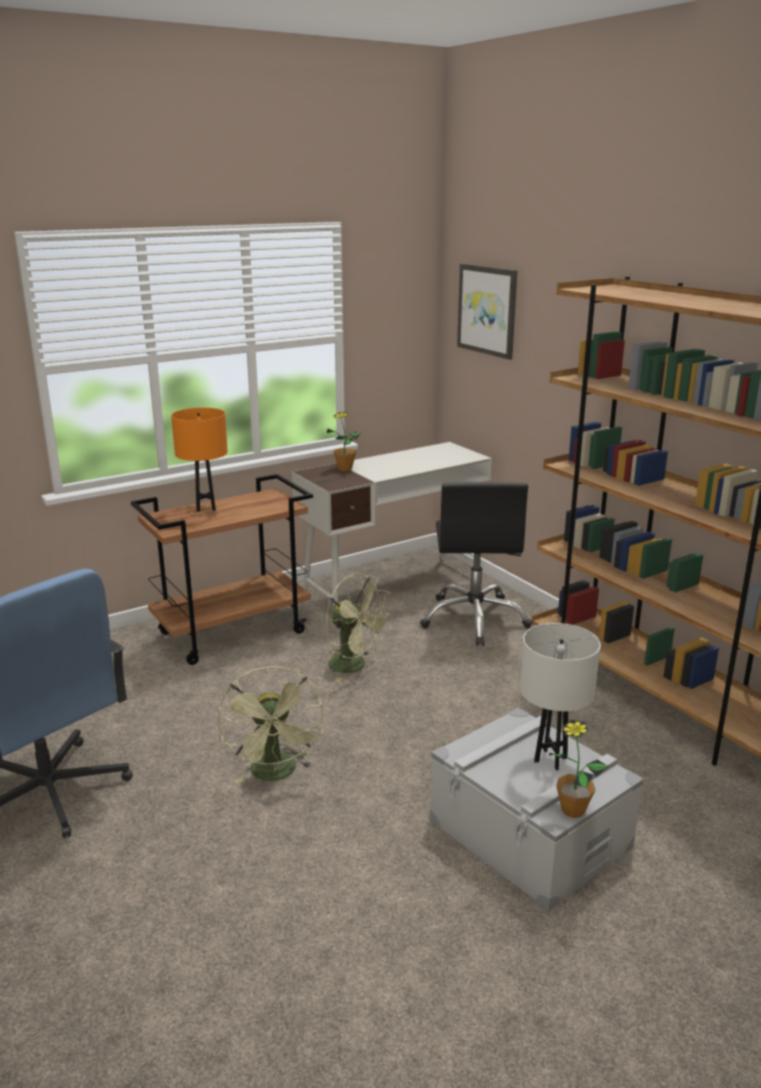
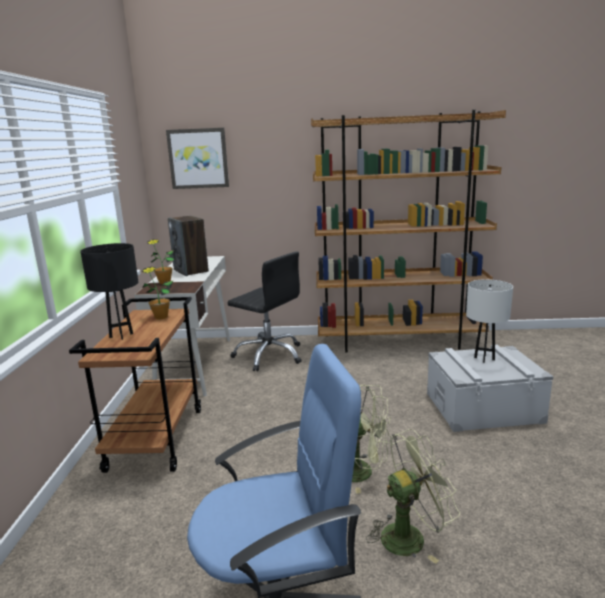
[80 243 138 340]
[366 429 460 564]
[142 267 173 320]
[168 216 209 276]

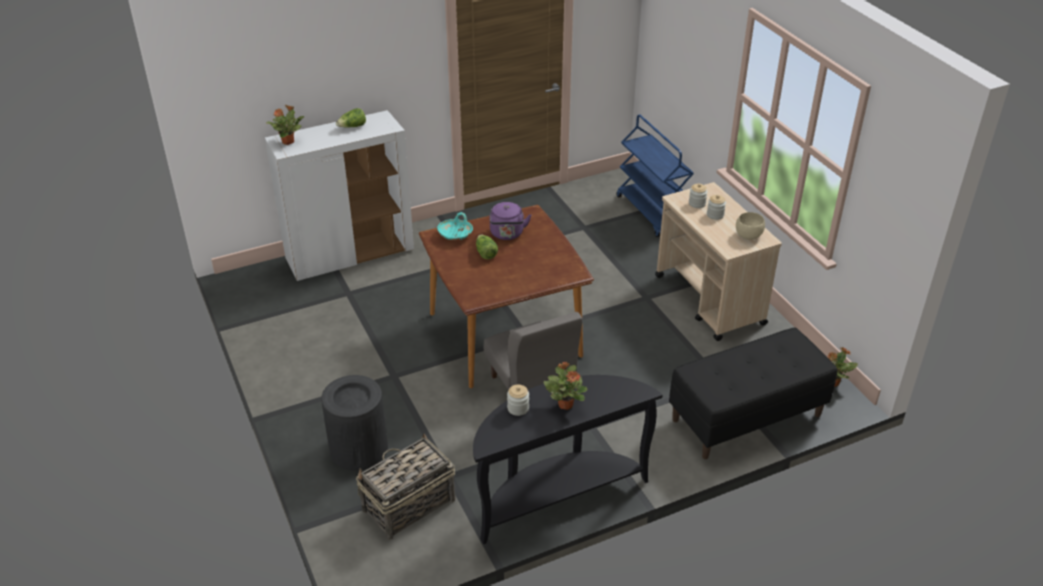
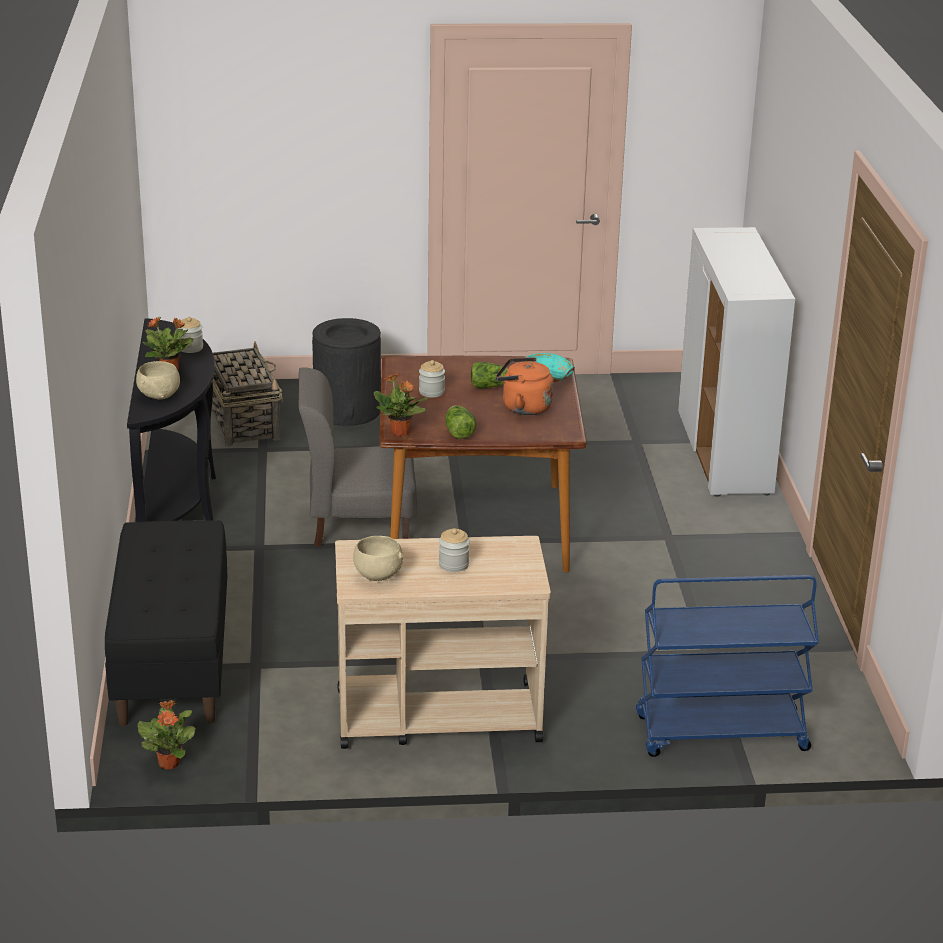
[374 373 428 437]
[445 405 476 439]
[419 360 445 398]
[496 357 553 415]
[136 361 180 399]

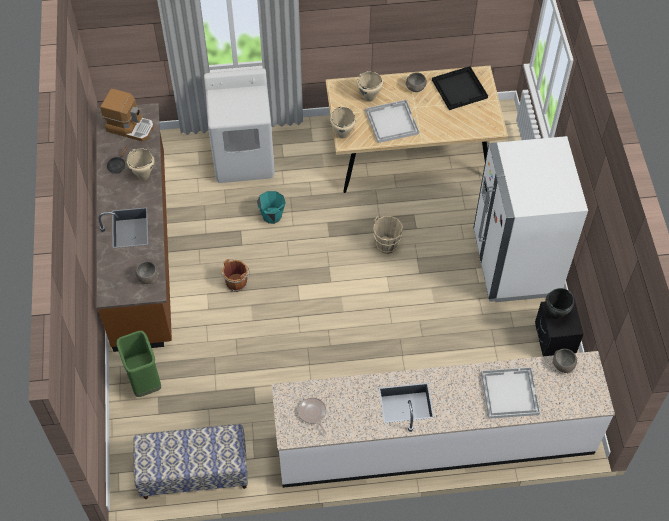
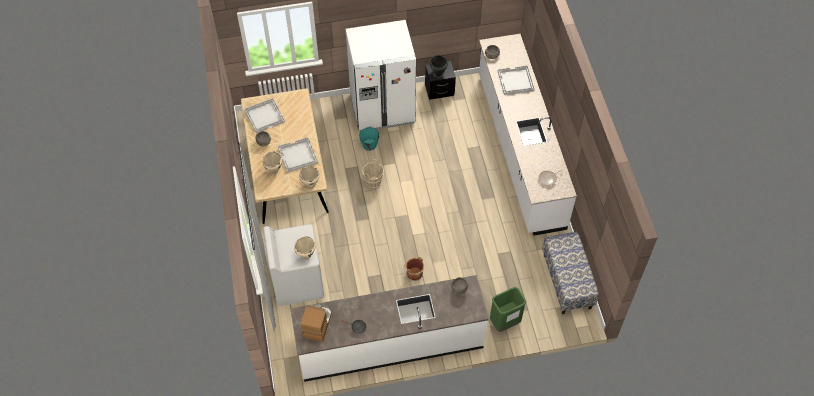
[244 98 285 133]
[290 275 489 382]
[294 236 316 260]
[359 127 379 151]

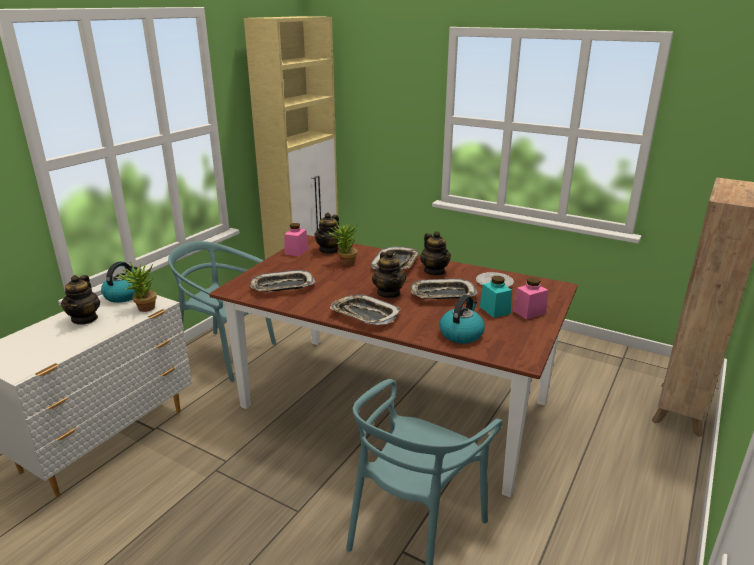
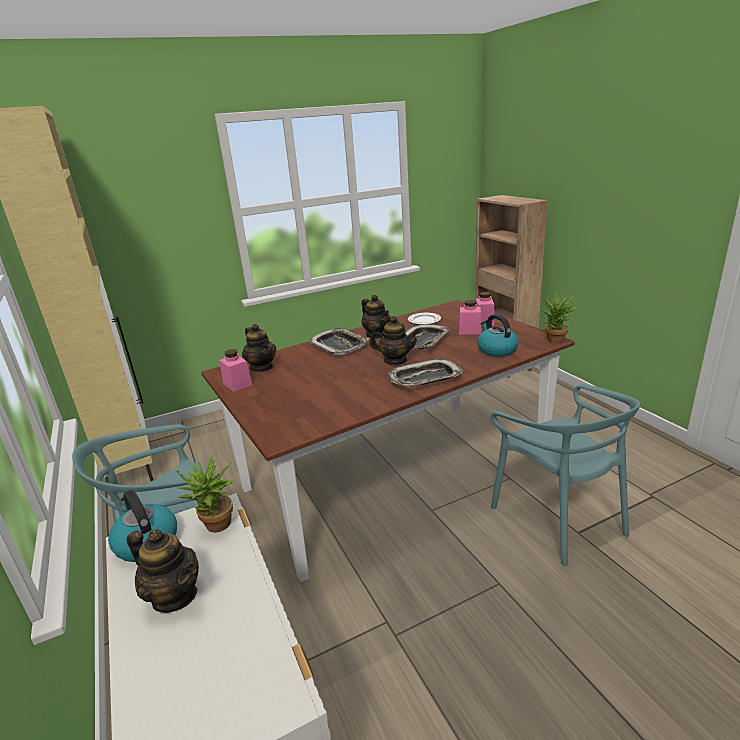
[541 294 579 343]
[362 295 390 338]
[250 270 315 292] (first image)
[459 300 481 335]

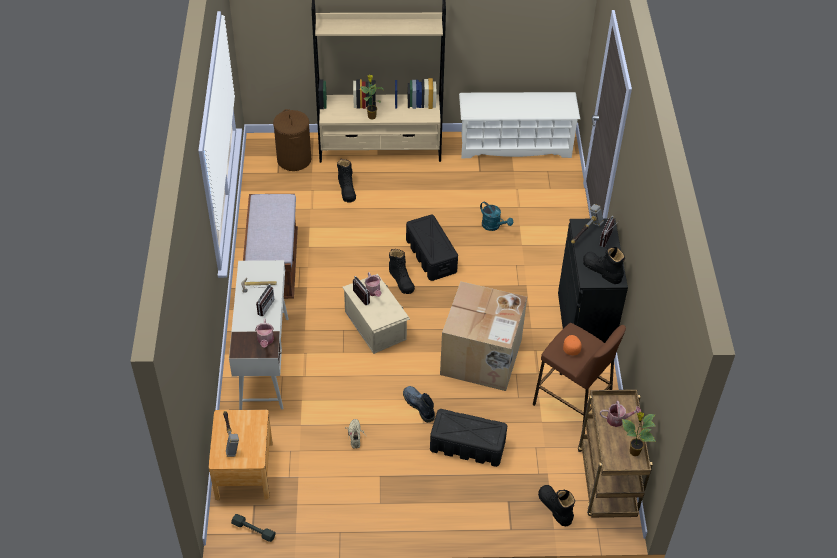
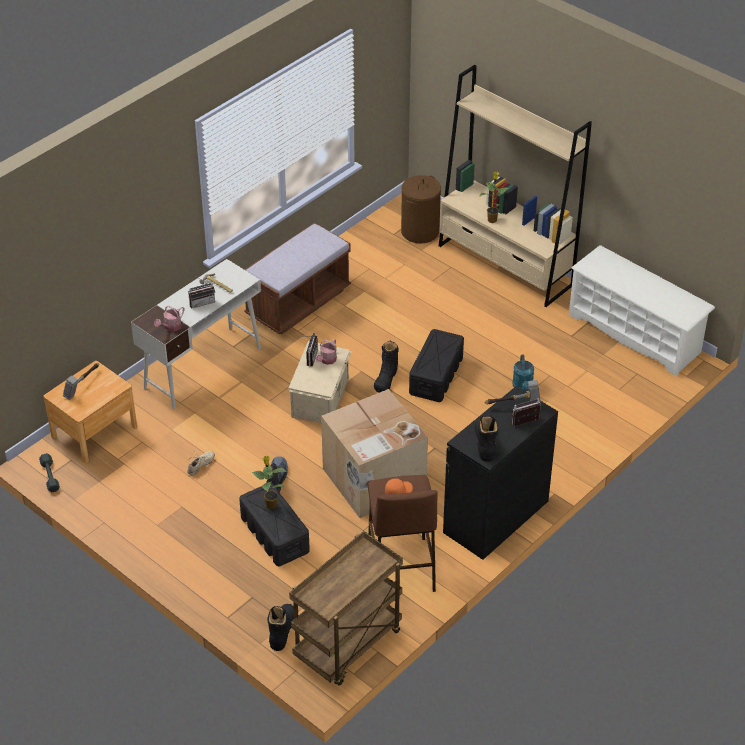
[337 159 356 203] (first image)
[600 401 641 427] (first image)
[252 456 287 509]

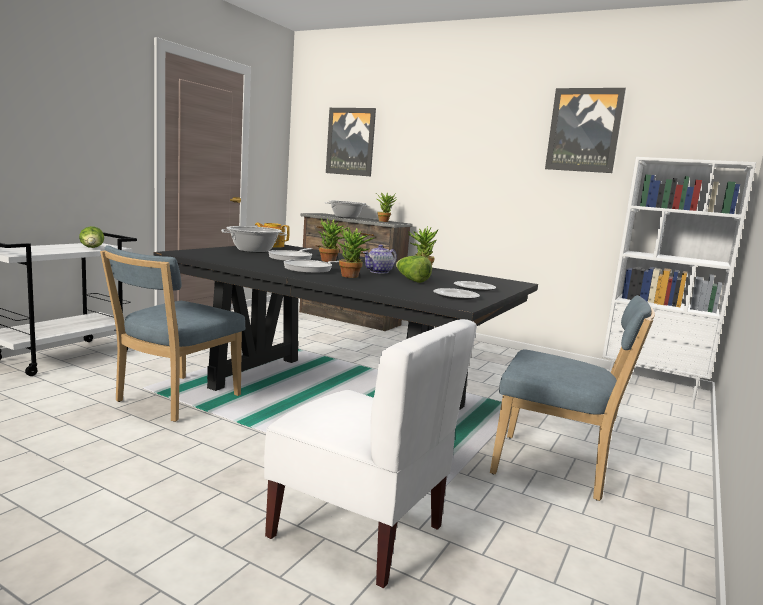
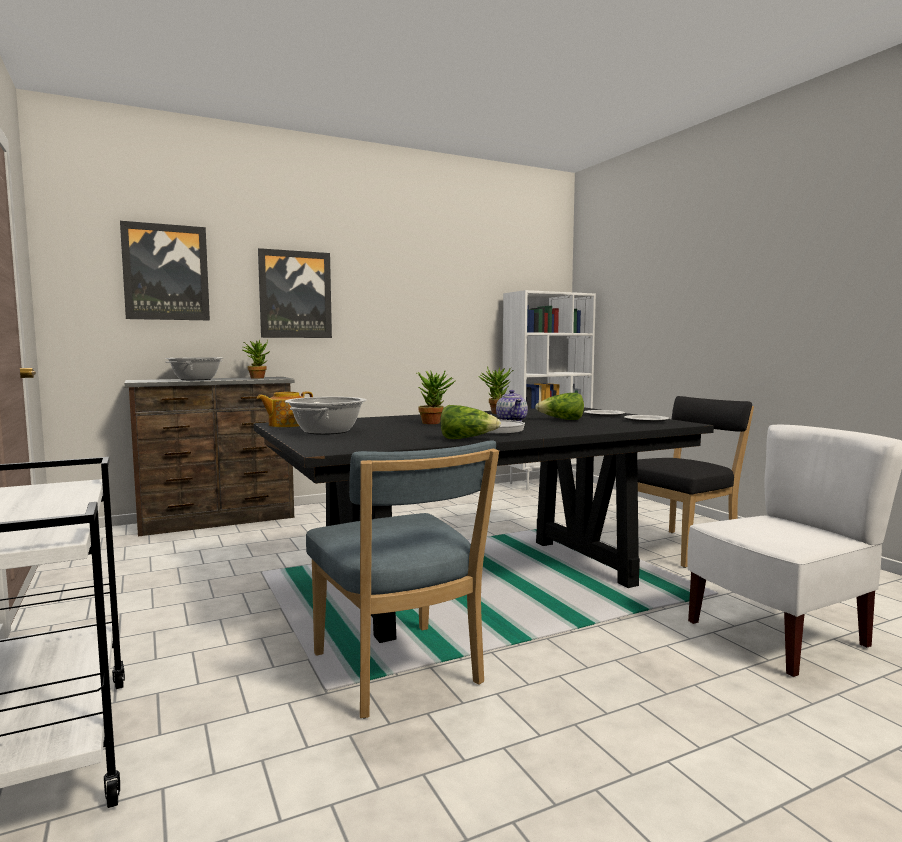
[258 248 332 338]
[440 405 501 439]
[337 227 375 278] (first image)
[268 248 312 261] (first image)
[637 396 754 568]

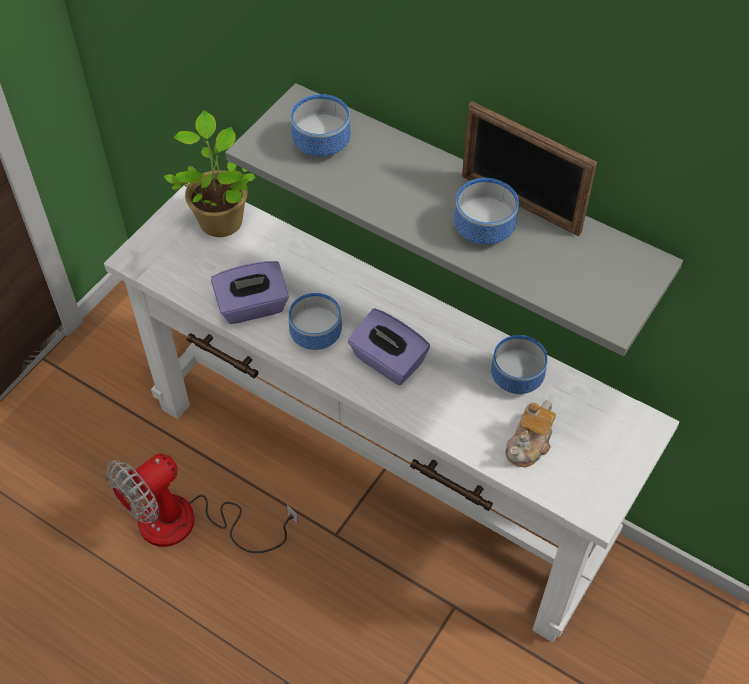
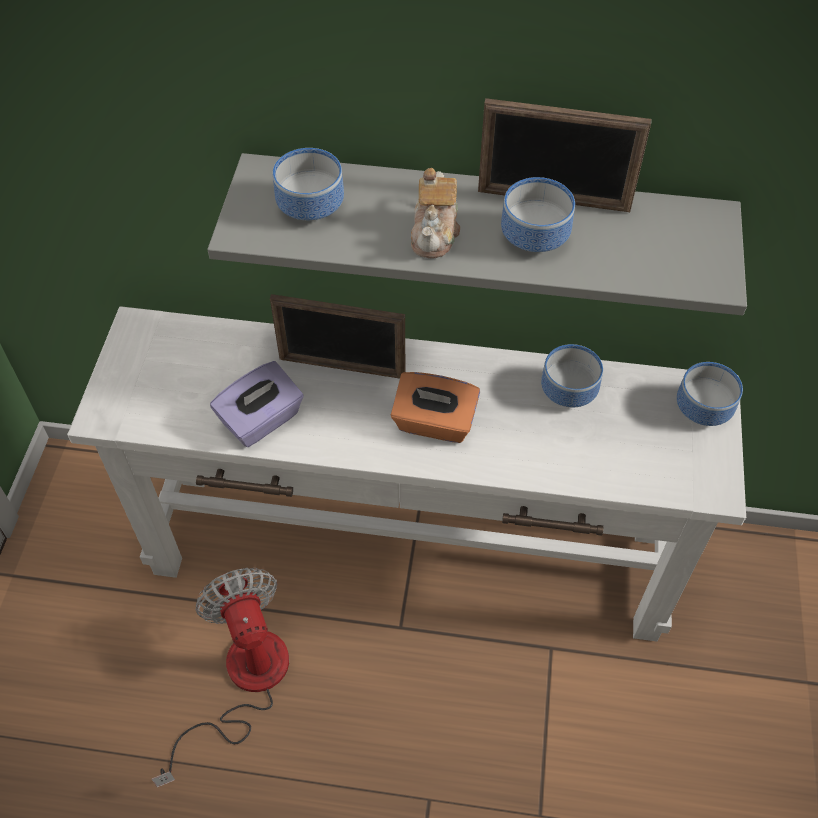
[164 110 256 237] (first image)
[677 362 743 426]
[391 372 480 443]
[411 168 460 258]
[152 568 289 787]
[270 294 405 379]

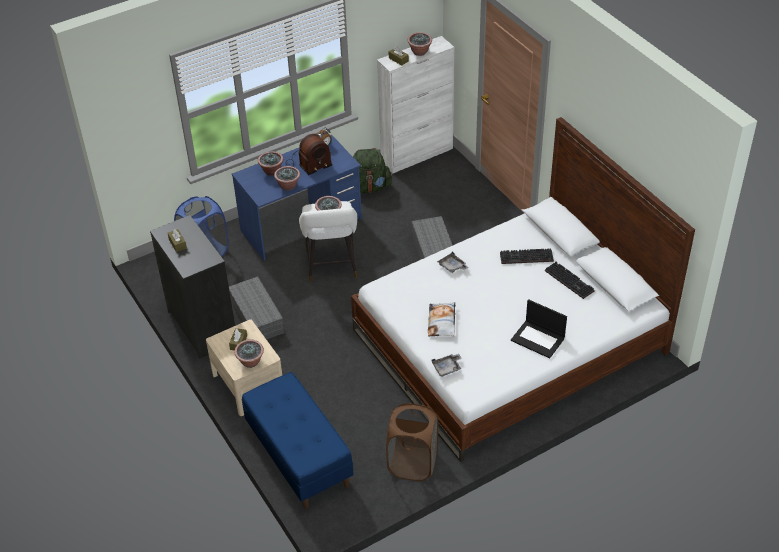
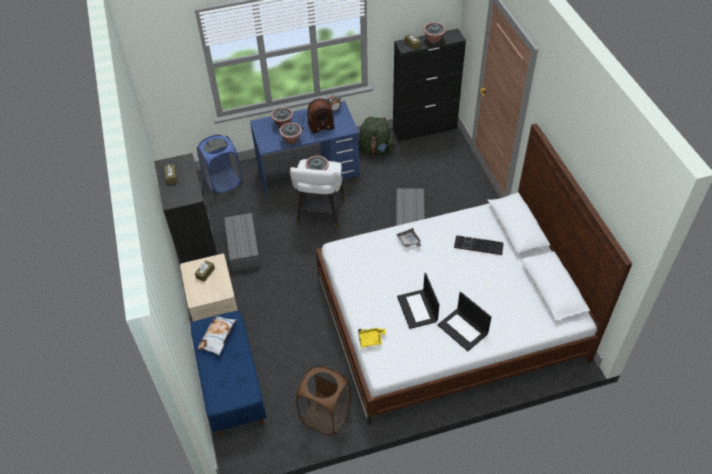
[393 29 466 141]
[545 261 595 299] (first image)
[198 316 237 355]
[235 339 264 368] (first image)
[358 328 386 347]
[397 273 440 329]

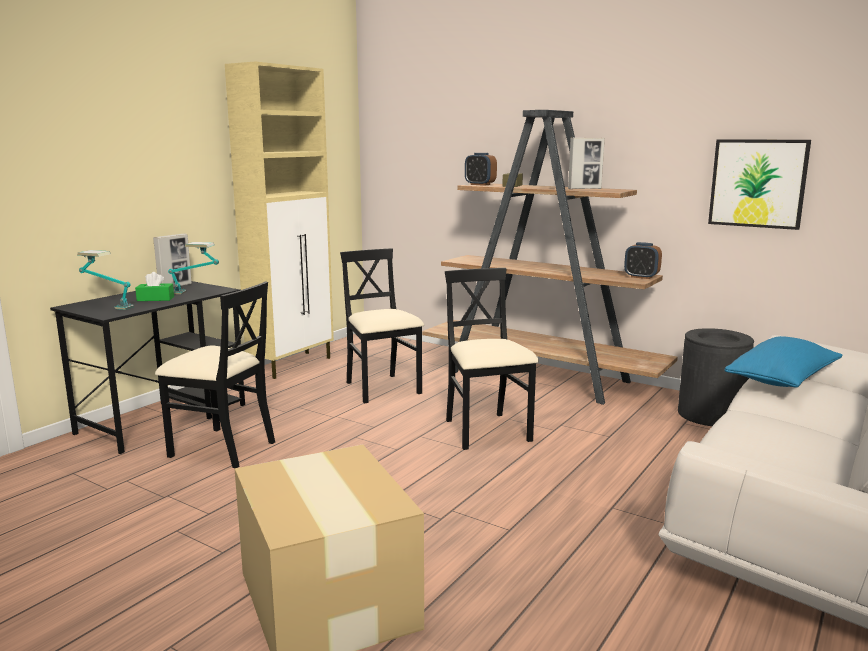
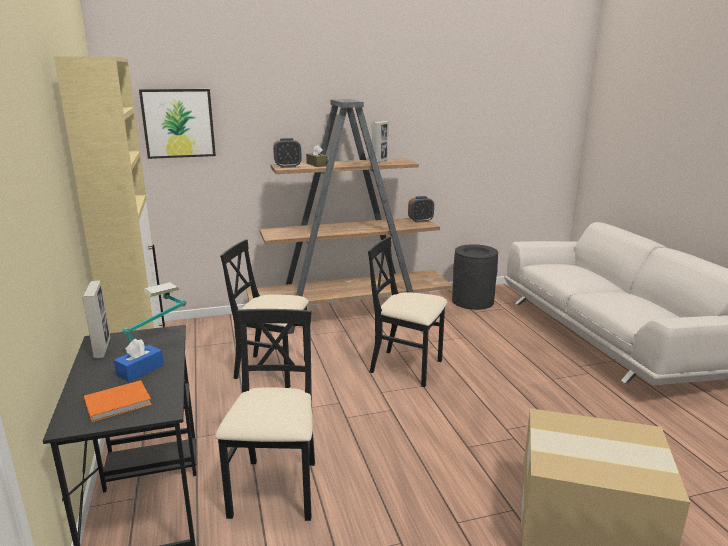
[139 89 216 159]
[84 380 152 422]
[114 339 164 382]
[215 309 315 521]
[724 336 843 387] (first image)

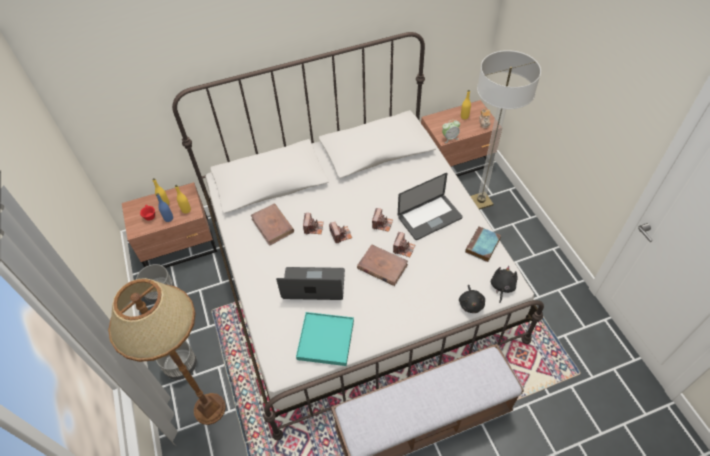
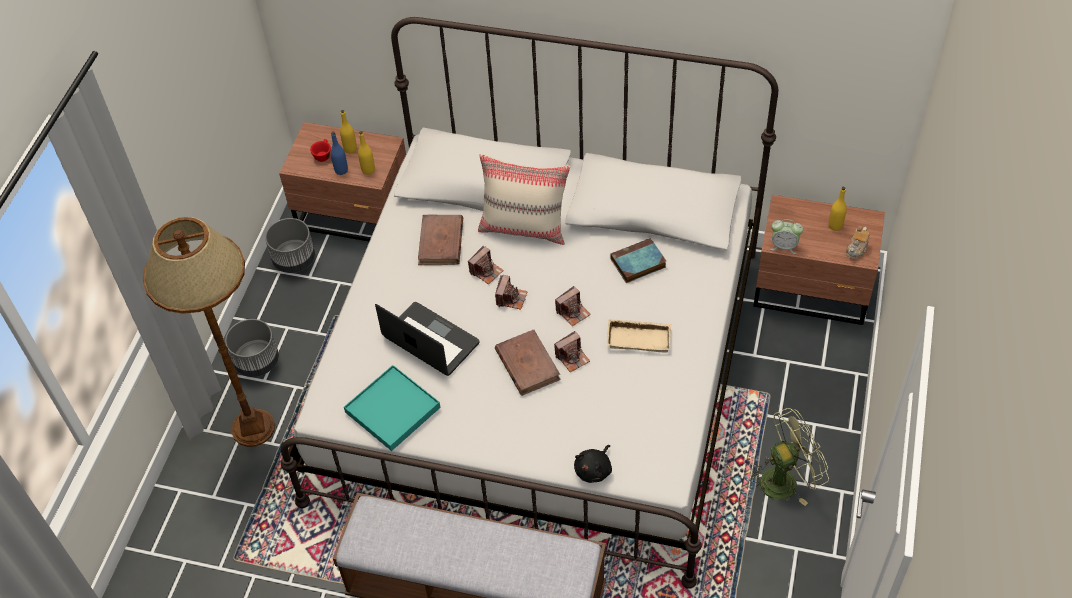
[470 50 541 210] (first image)
[606 319 671 353]
[610 238 666 283]
[491 266 518 303] (first image)
[478 154 570 245]
[747 408 829 506]

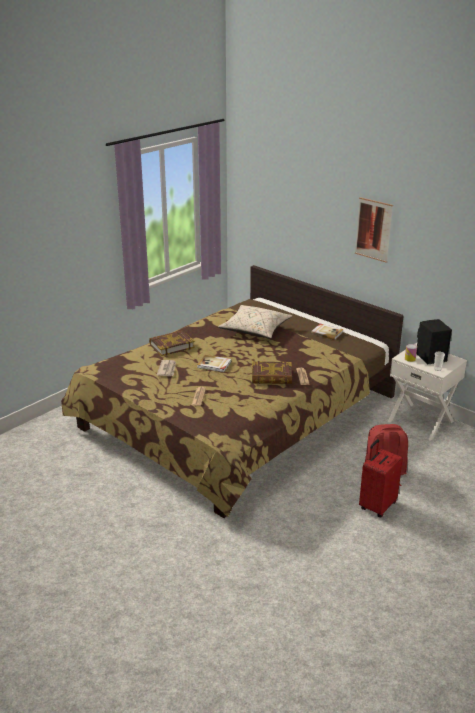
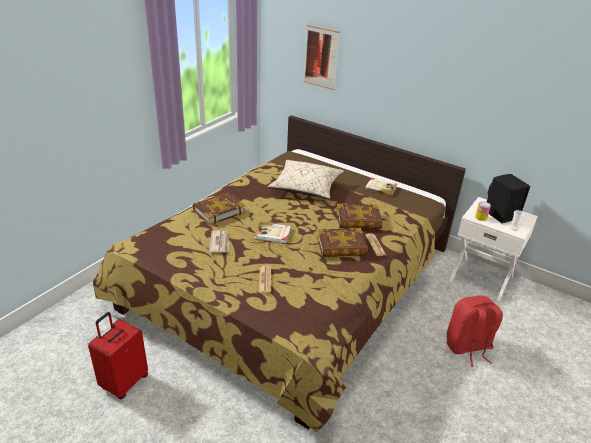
[303 25 340 90]
[88 312 148 399]
[336 203 382 229]

